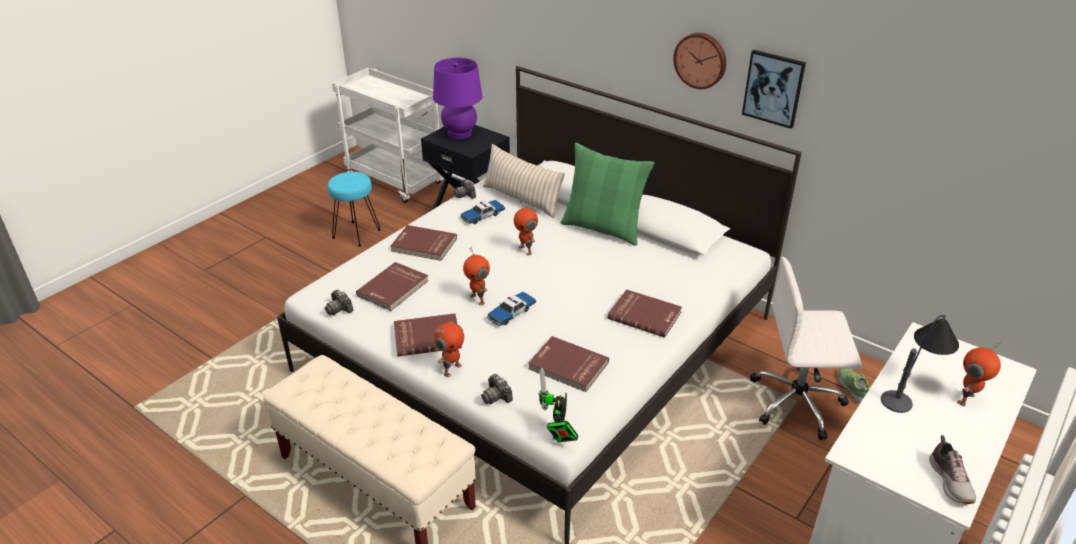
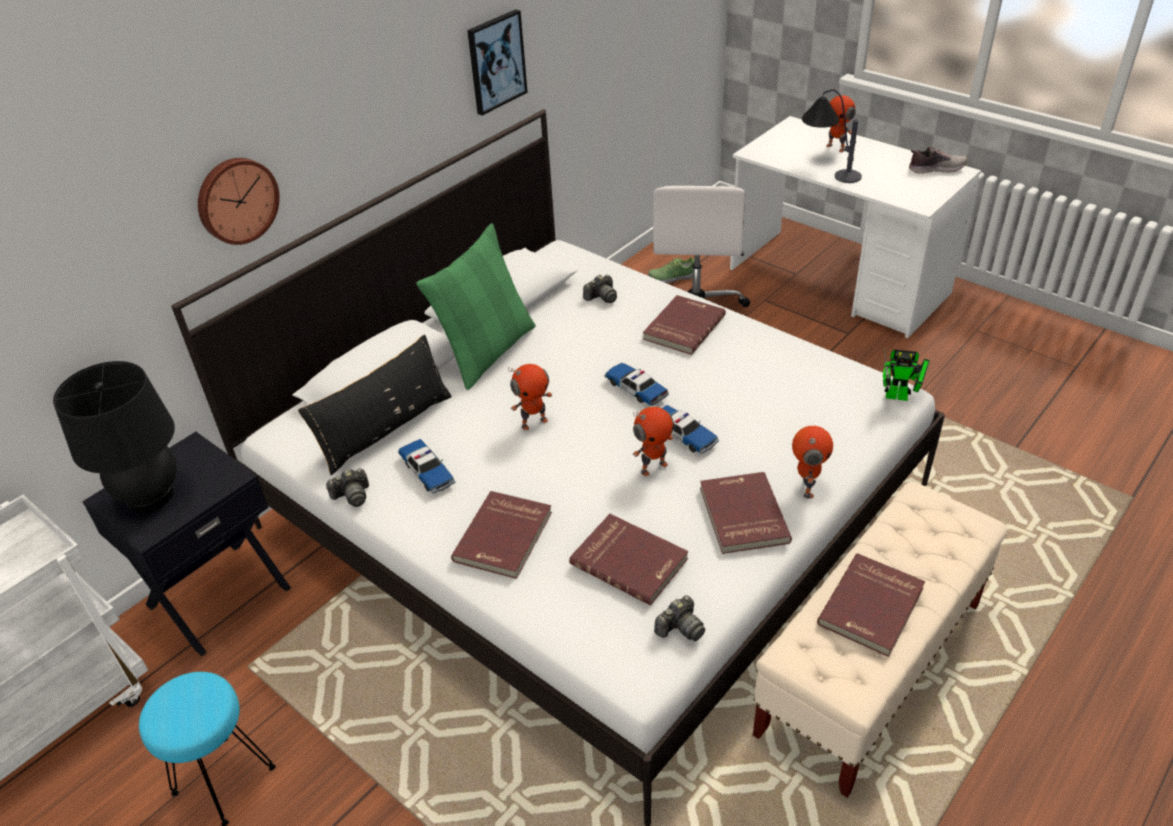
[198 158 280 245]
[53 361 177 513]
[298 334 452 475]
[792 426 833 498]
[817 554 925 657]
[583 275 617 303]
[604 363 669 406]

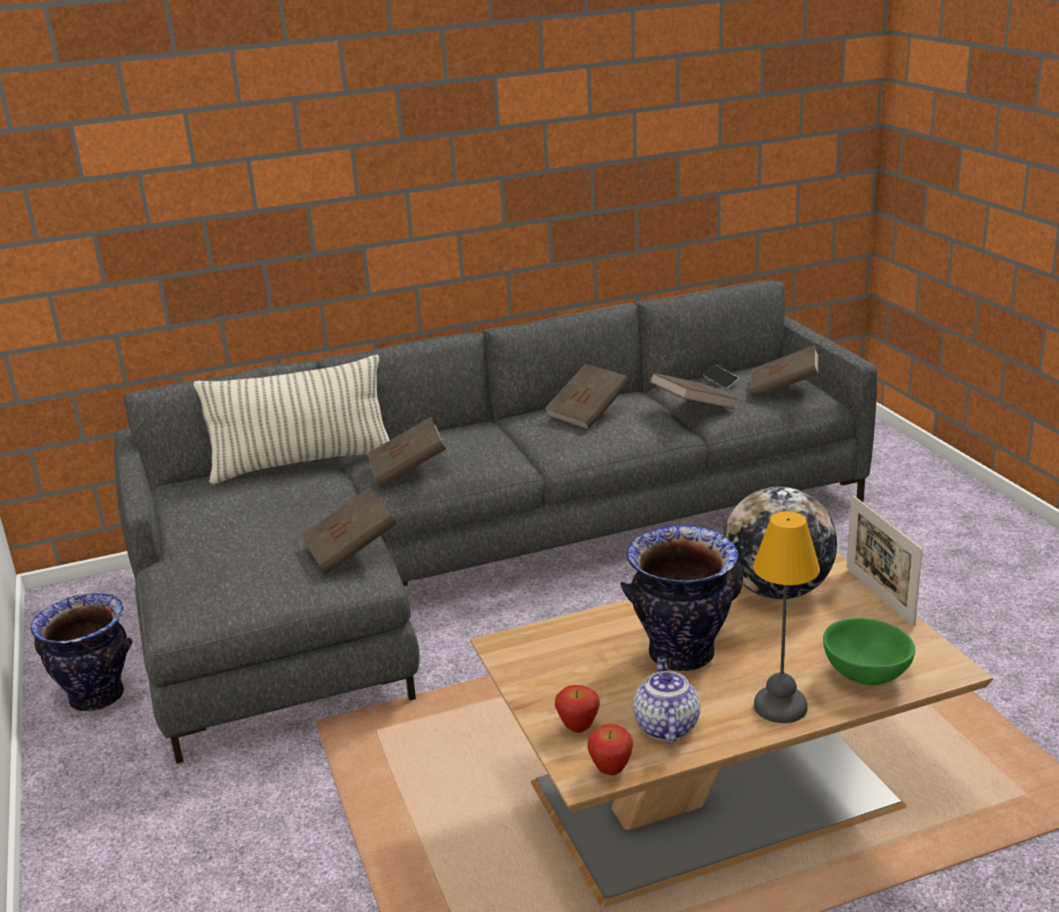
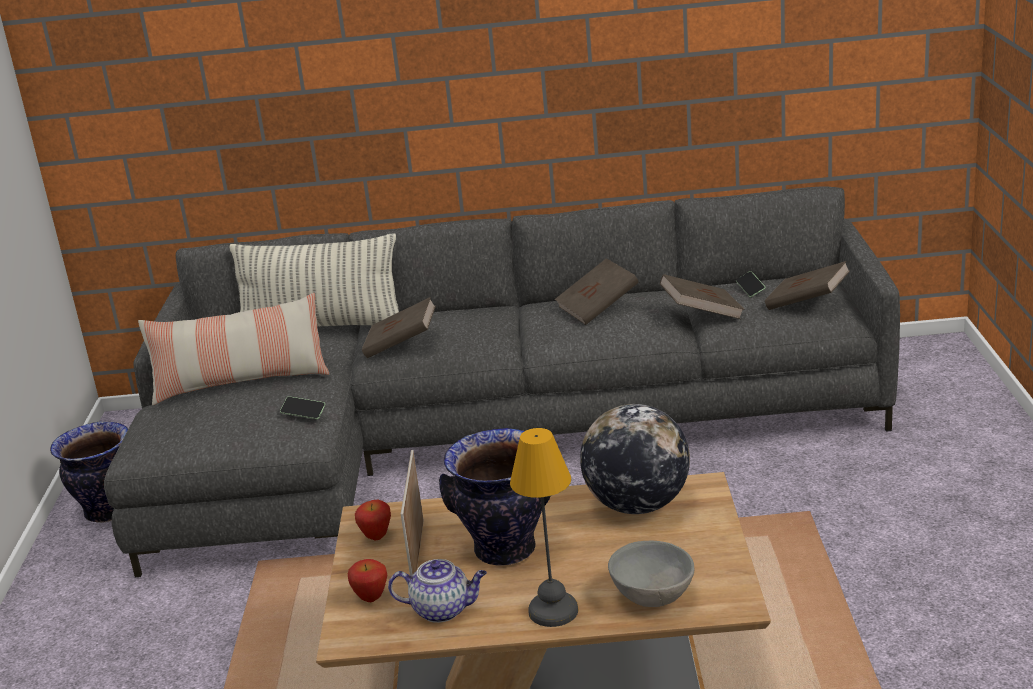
[280 396 325 419]
[401 450 424 576]
[608 541 694 607]
[388 559 487 623]
[355 500 391 540]
[138 293 329 406]

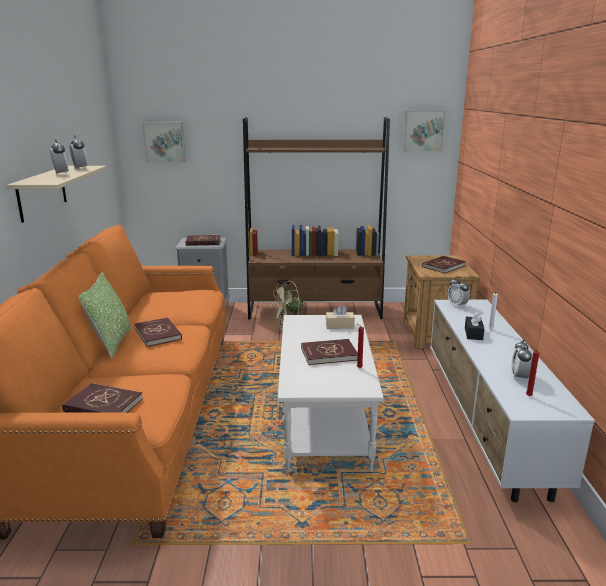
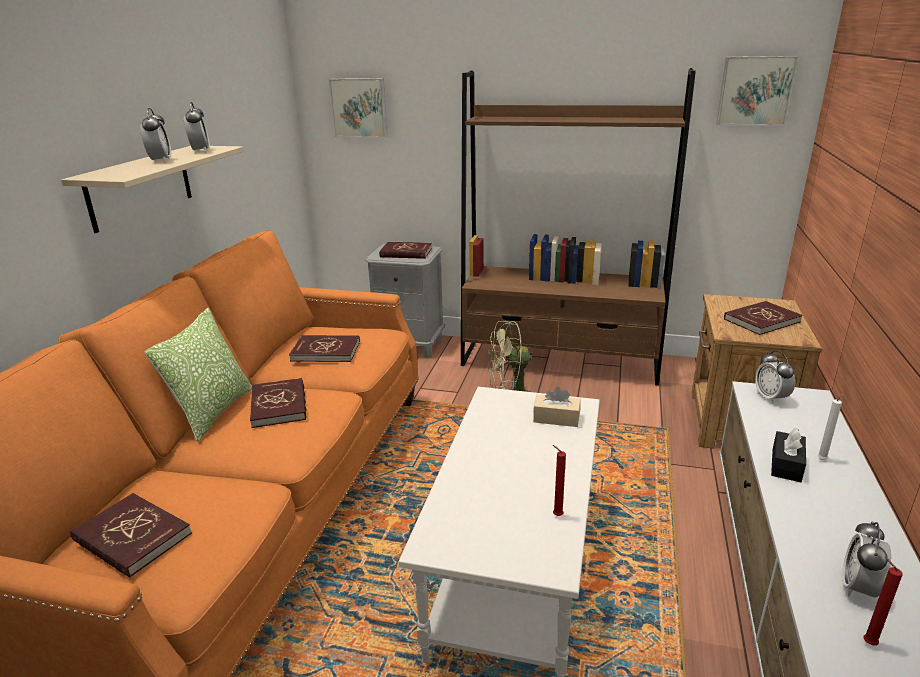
[289 335 360 362]

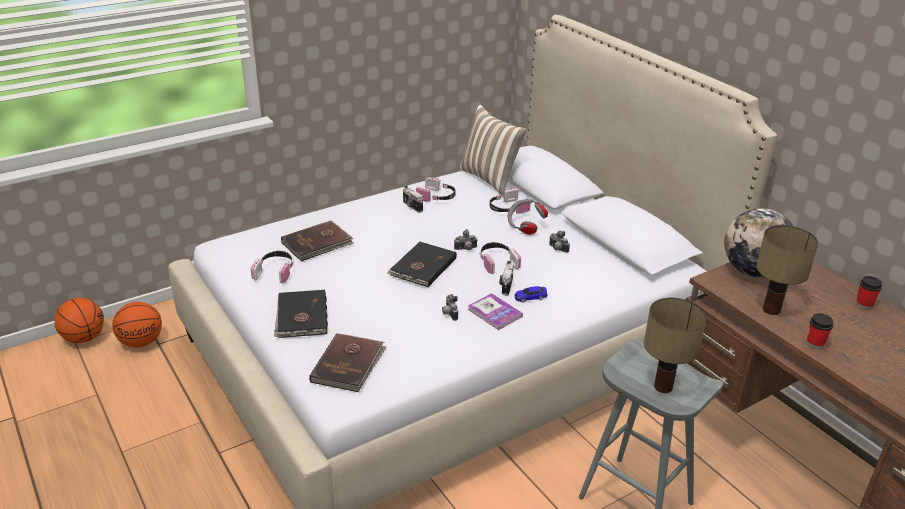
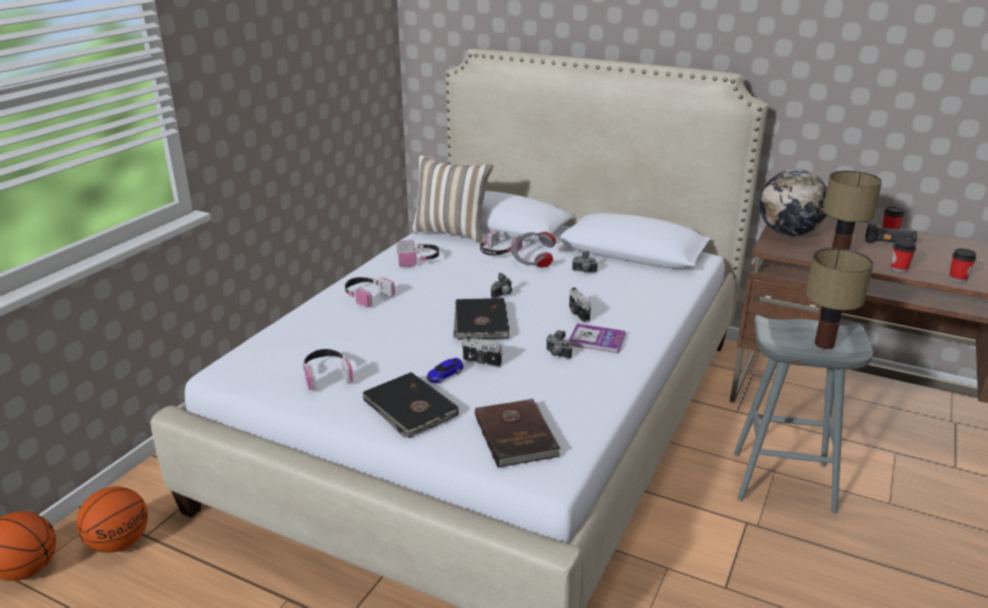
[462 336 503 368]
[281 221 354 261] (first image)
[345 276 395 308]
[427 358 463 383]
[865 224 917 243]
[949 248 977 283]

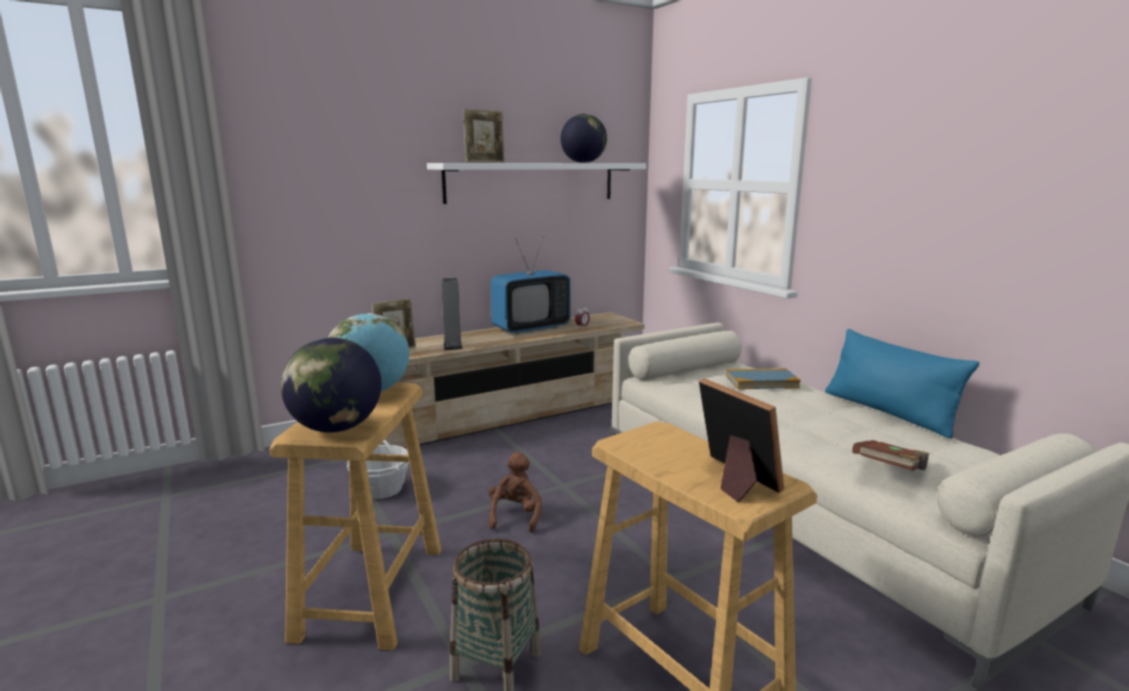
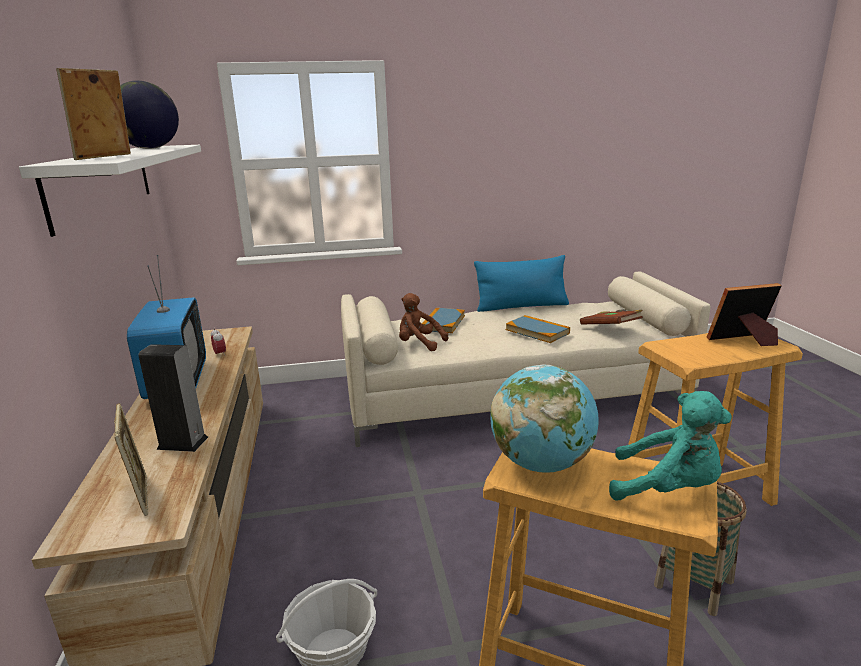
[56 68 131 160]
[609 391 732 501]
[399 293 448 351]
[506 315 570 343]

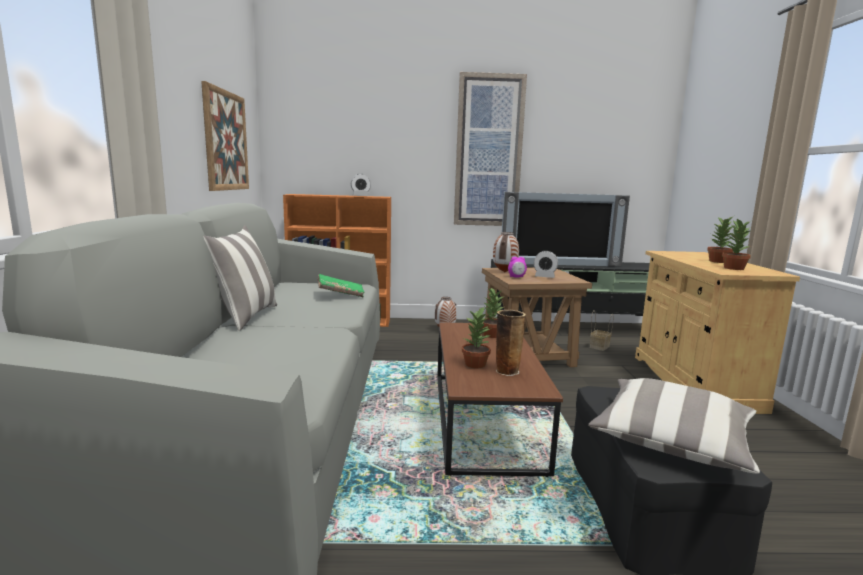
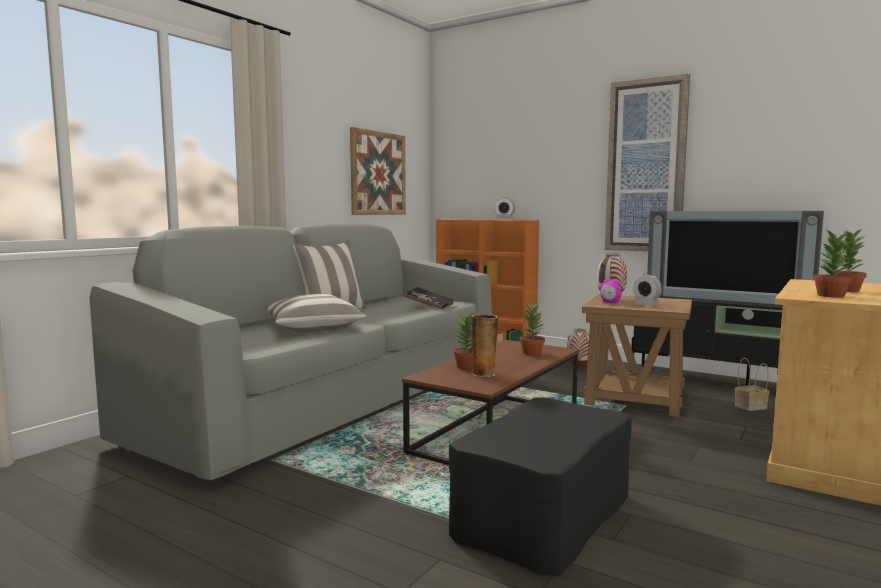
[405 287 455 310]
[265 294 367 332]

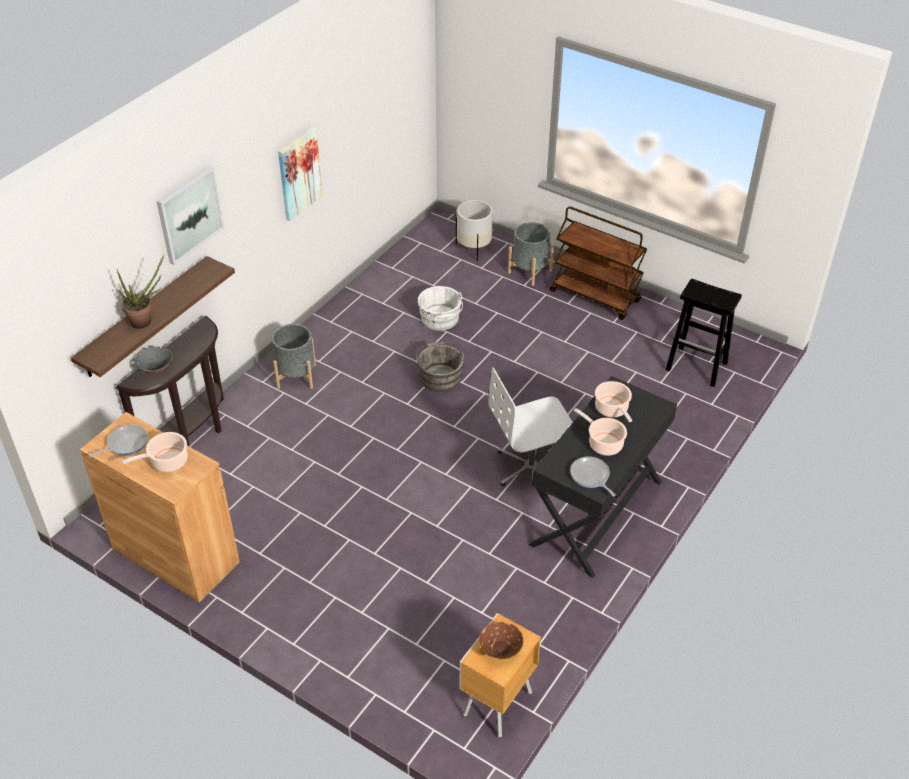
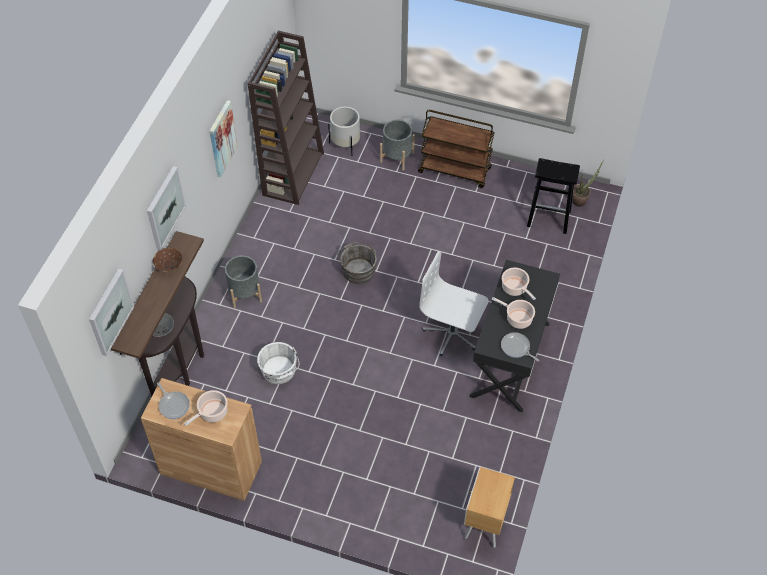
[572 160 604 207]
[257 342 299 384]
[419 251 488 356]
[157 382 190 419]
[153 248 183 272]
[248 31 324 205]
[89 269 134 356]

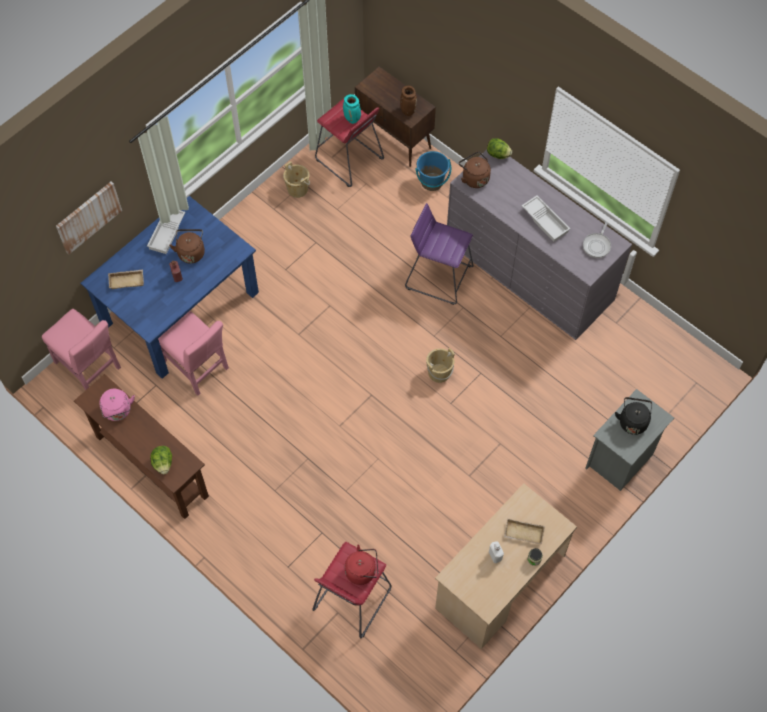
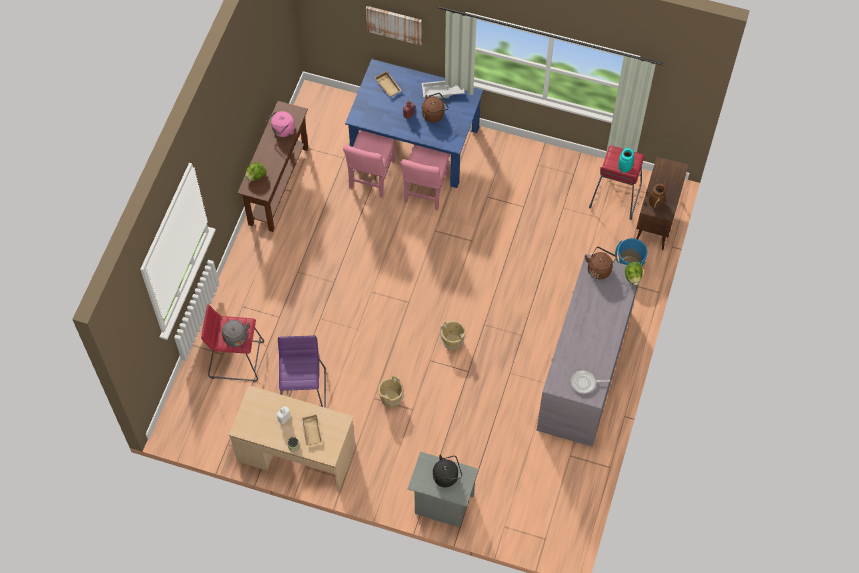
[378 375 403 408]
[522 195 570 242] (first image)
[278 335 327 408]
[400 145 449 210]
[222 320 250 347]

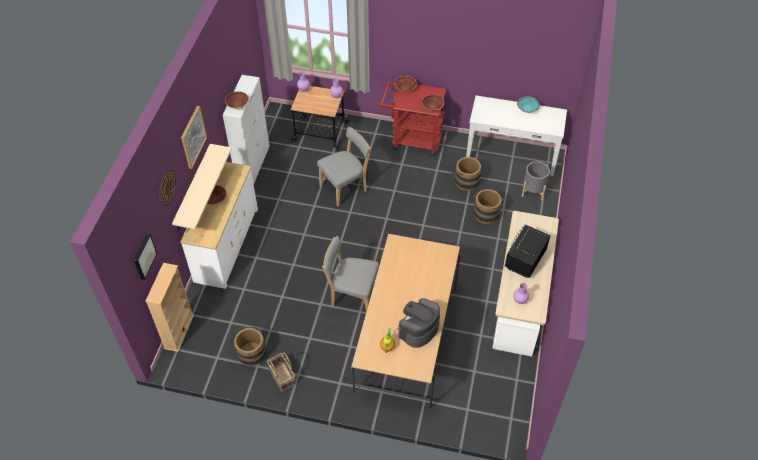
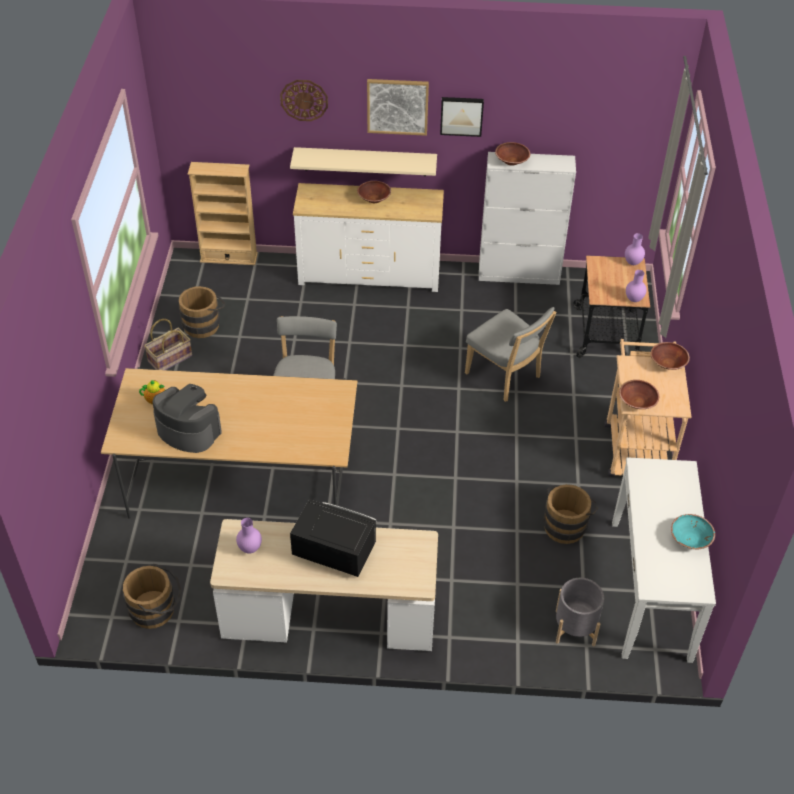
[604 339 692 477]
[123 564 181 629]
[440 97 484 137]

